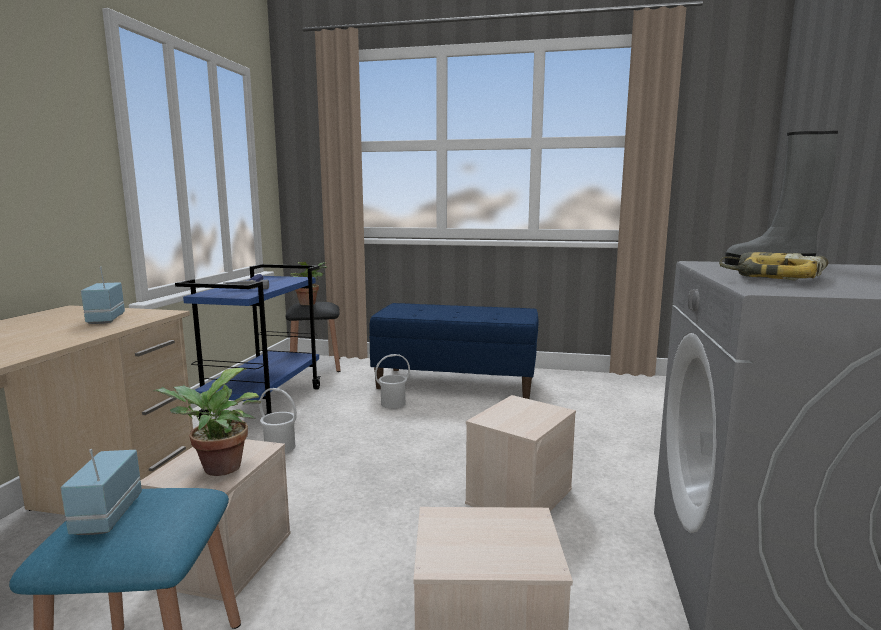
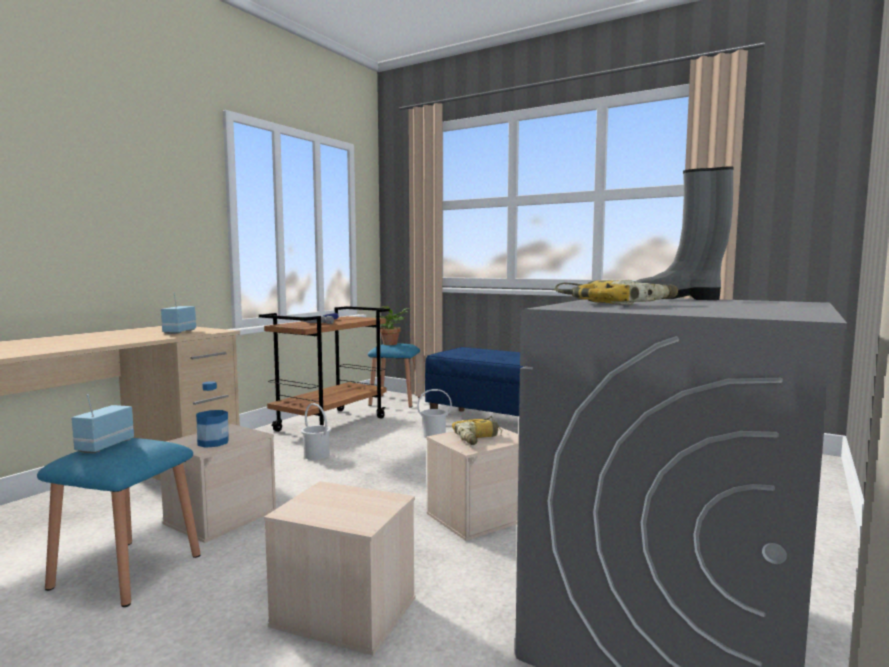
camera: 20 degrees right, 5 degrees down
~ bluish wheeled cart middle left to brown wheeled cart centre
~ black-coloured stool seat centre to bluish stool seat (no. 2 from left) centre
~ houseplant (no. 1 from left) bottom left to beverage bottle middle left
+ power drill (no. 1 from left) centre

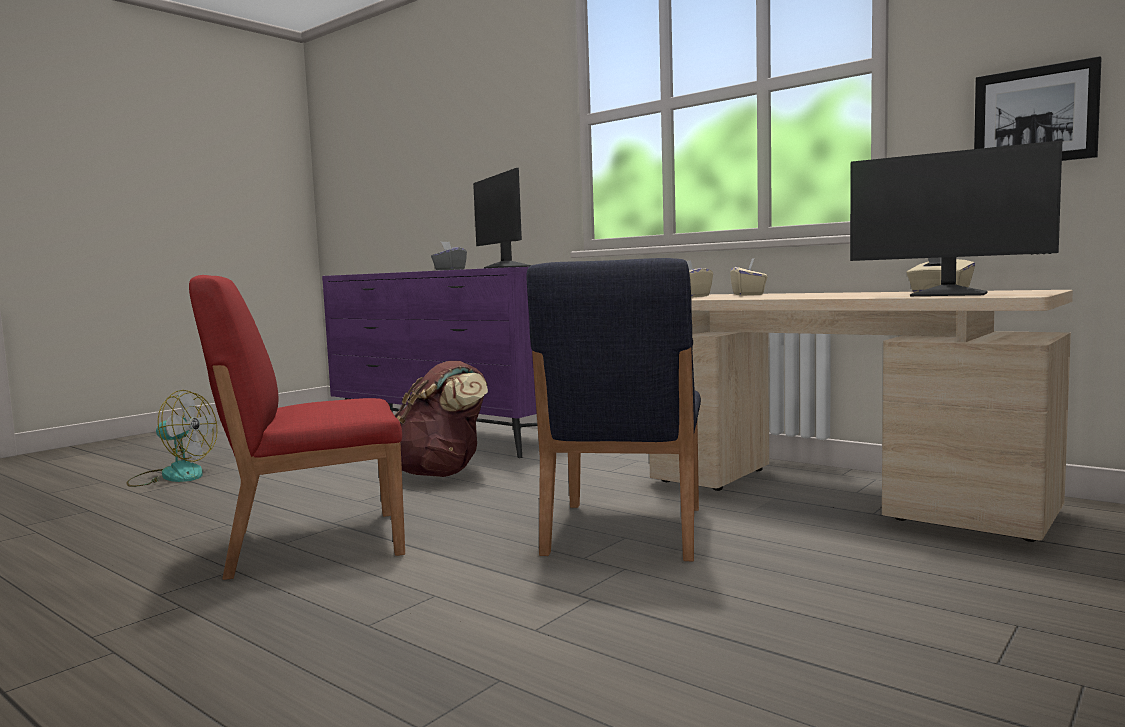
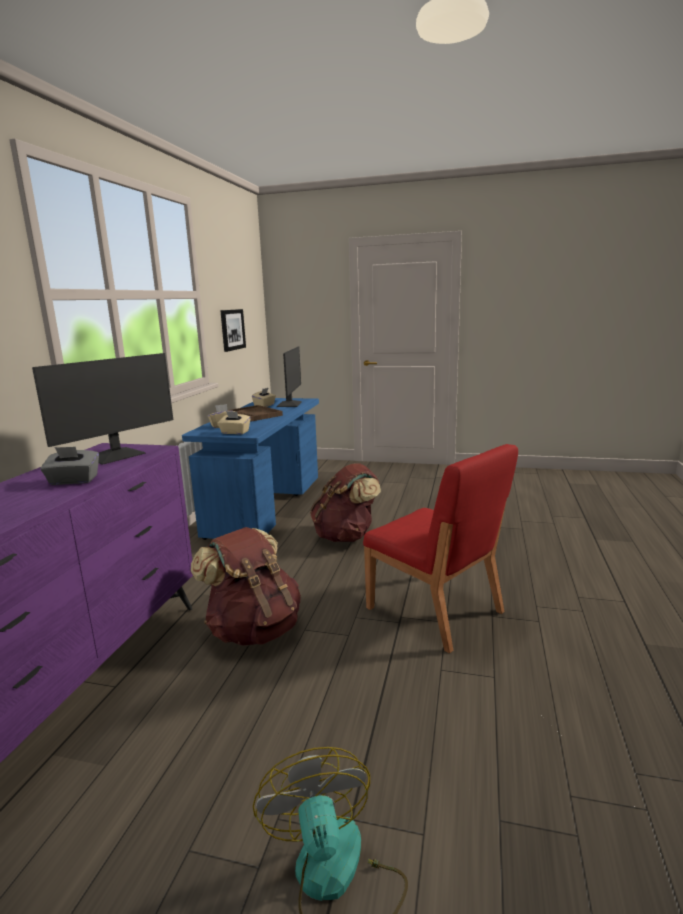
camera: 115 degrees left, 10 degrees up
~ bluish plain chair centre to brown rucksack (no. 2 from left) centre
~ sand-coloured desk table middle right to bluish desk table centre
+ brown carrying tray centre

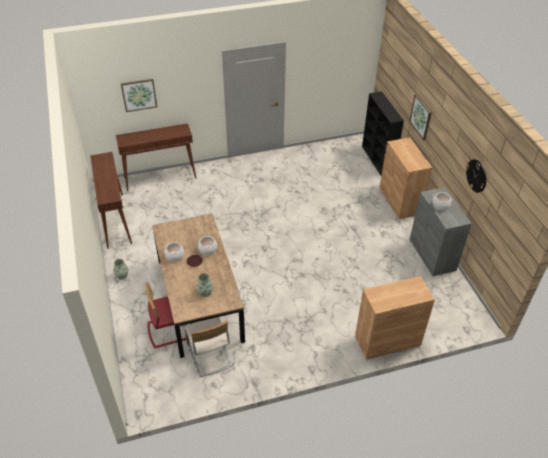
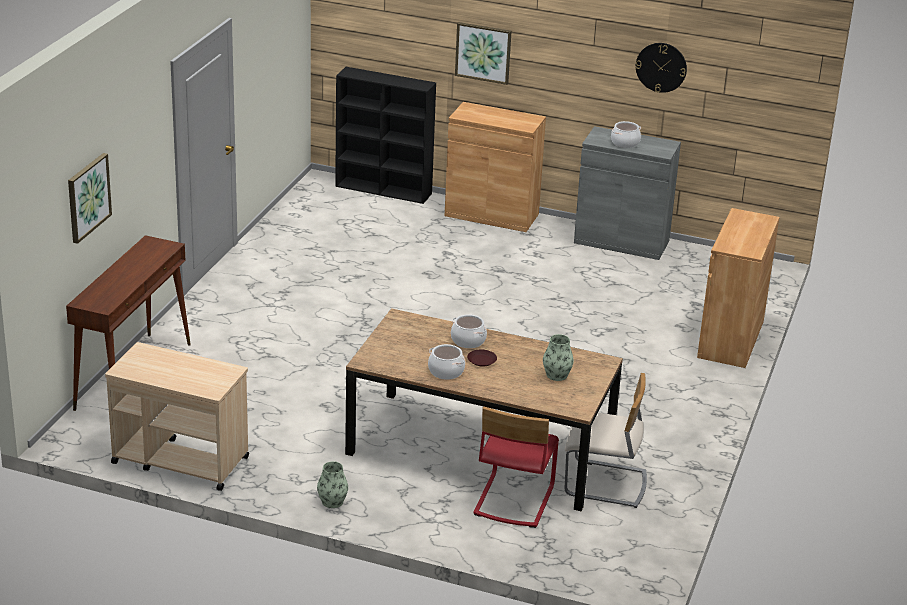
camera: 55 degrees left, 15 degrees down
~ brown hall table (no. 1 from left) middle left to sand-coloured wheeled cart bottom left

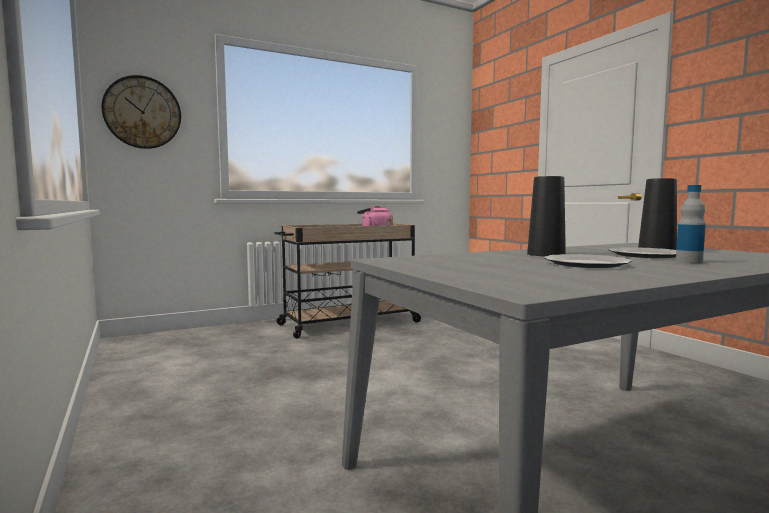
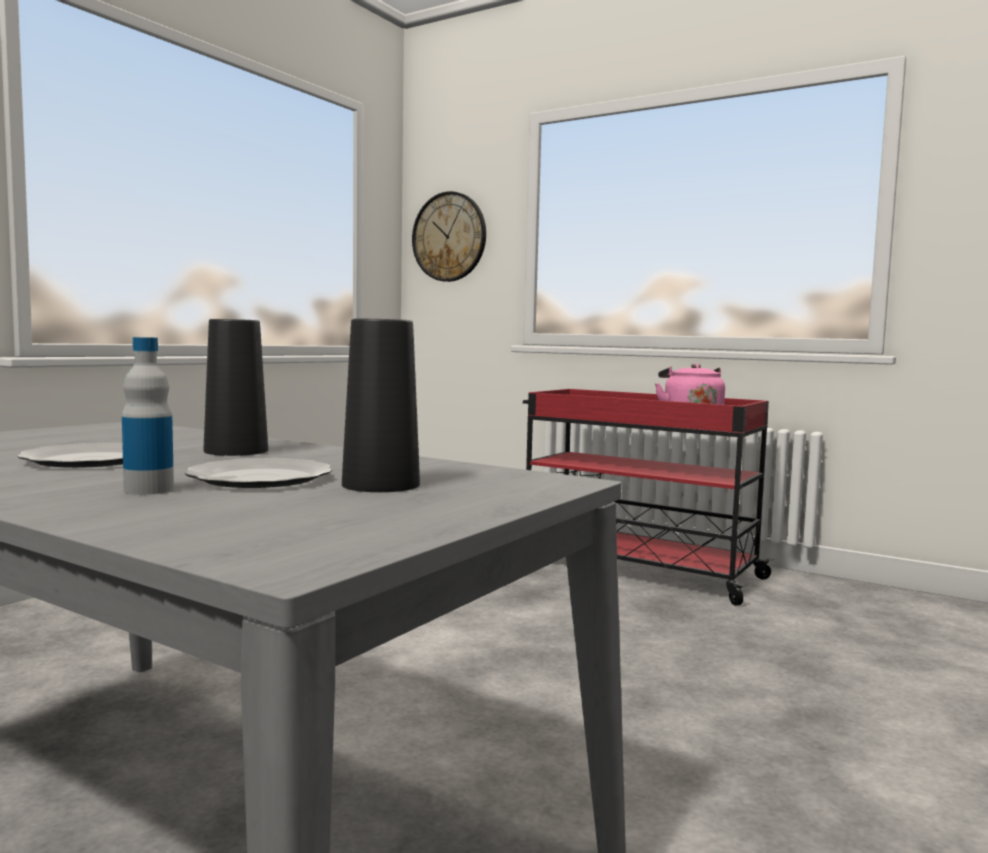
camera: 60 degrees right, 0 degrees up
~ sand-coloured wheeled cart centre to reddish wheeled cart centre

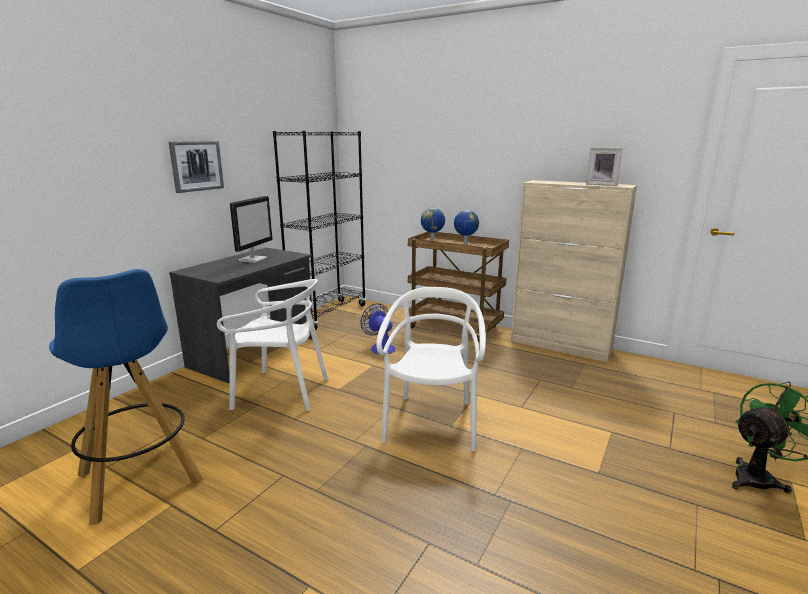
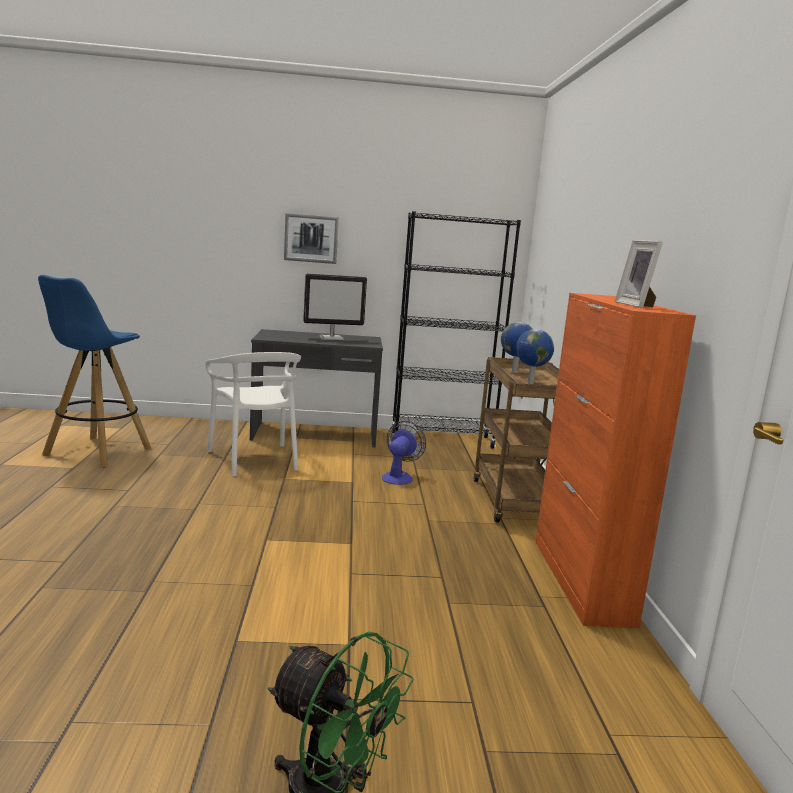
camera: 55 degrees right, 5 degrees down
~ sand-coloured cupboard middle right to orangey cupboard middle right
- white-coloured plain chair (no. 2 from left) centre

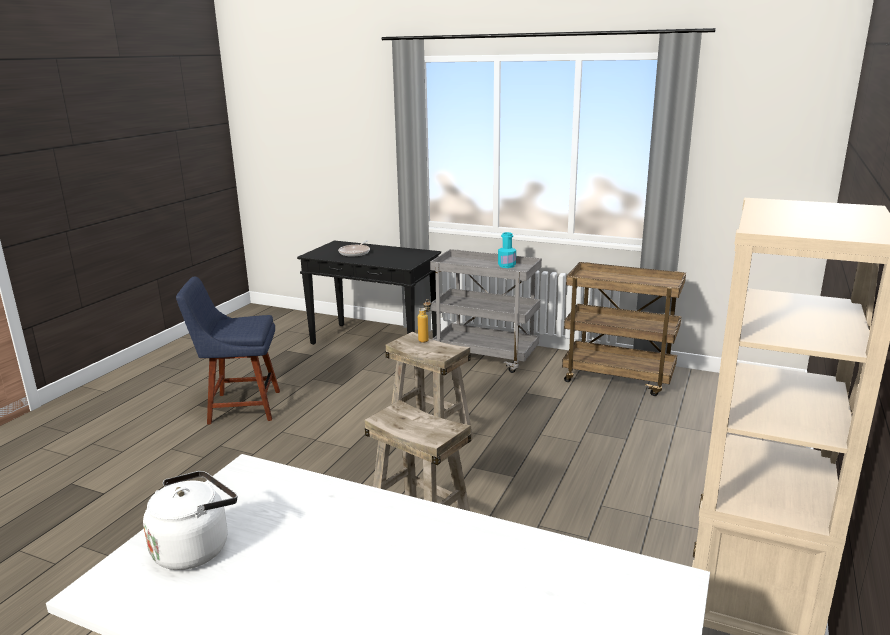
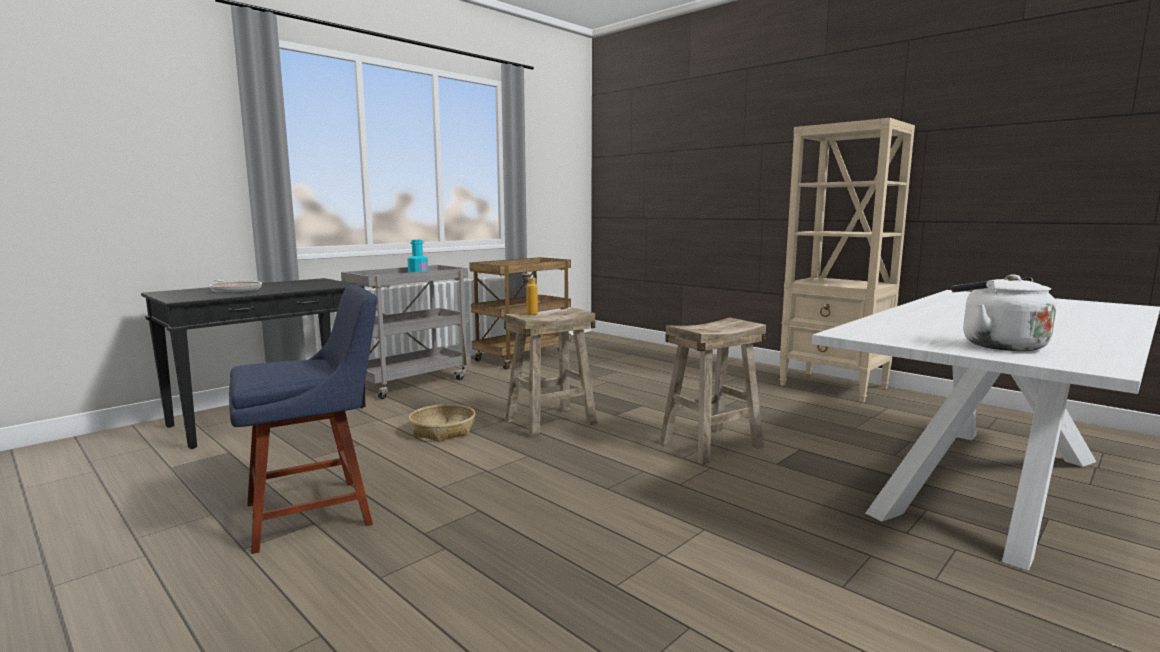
camera: 70 degrees left, 10 degrees down
~ bluish plain chair middle left = middle left 135 degrees counterclockwise
+ household basket centre

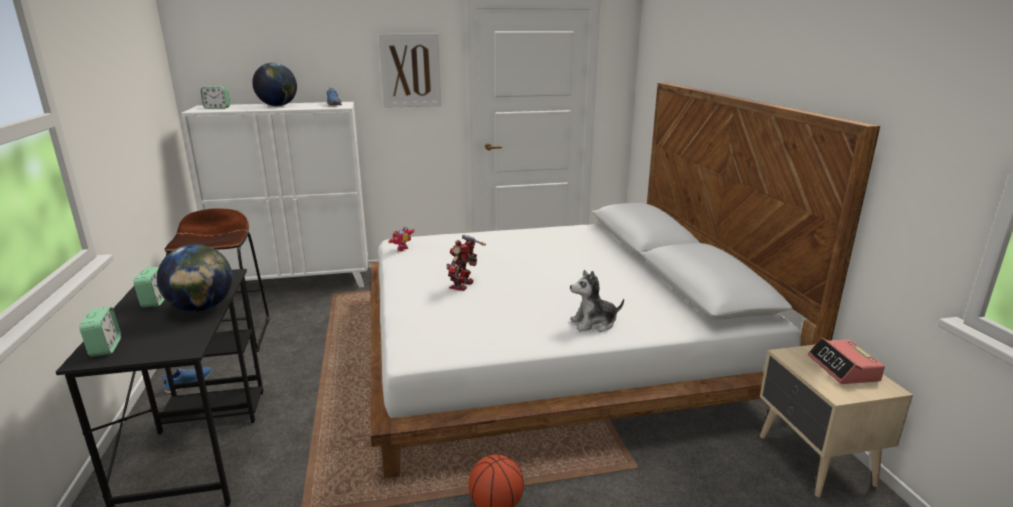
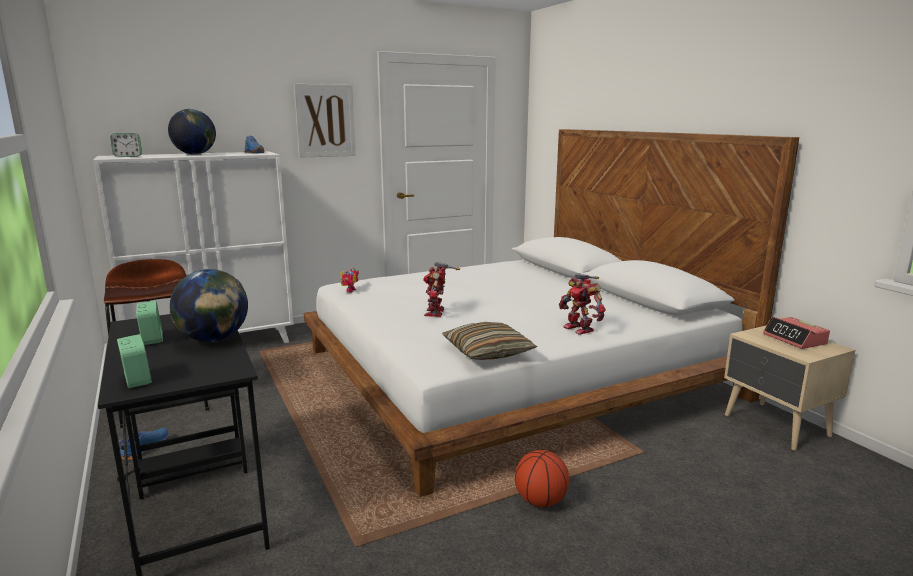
camera: 15 degrees left, 5 degrees down
~ plush toy centre to robot figure (no. 3 from left) centre
+ throw pillow centre

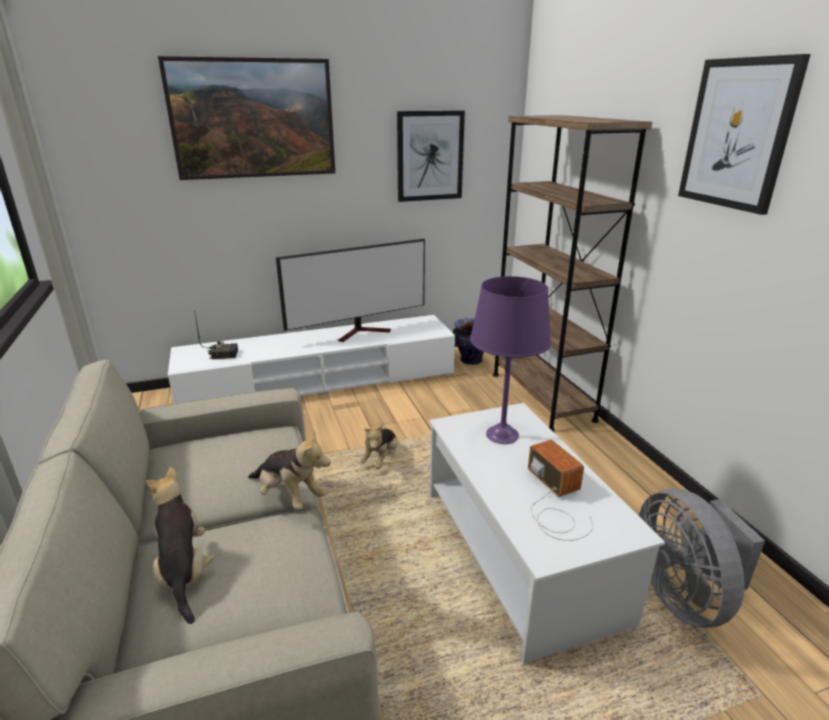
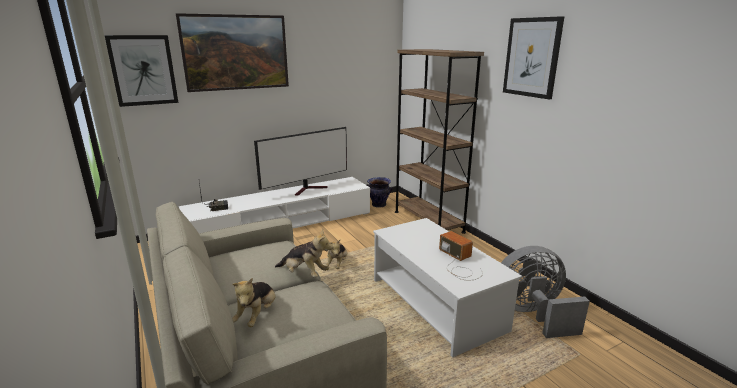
camera: 10 degrees left, 5 degrees down
~ wall art (no. 2 from left in the first image) top centre to wall art (no. 1 from left) top left
- purple tabletop lamp centre
~ plush toy (no. 1 from left) bottom left = bottom centre 135 degrees counterclockwise
~ grey cooling fan bottom right = bottom right 105 degrees clockwise

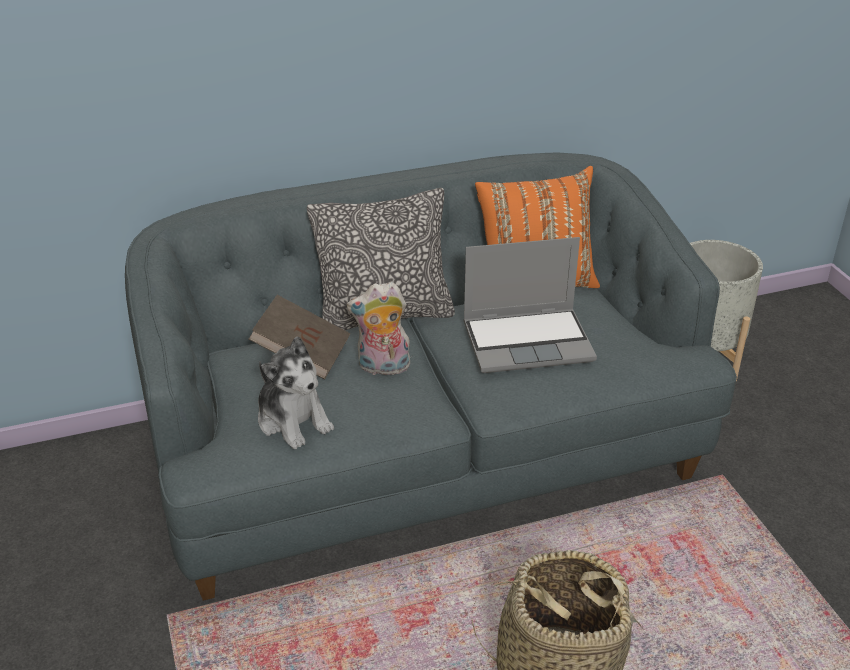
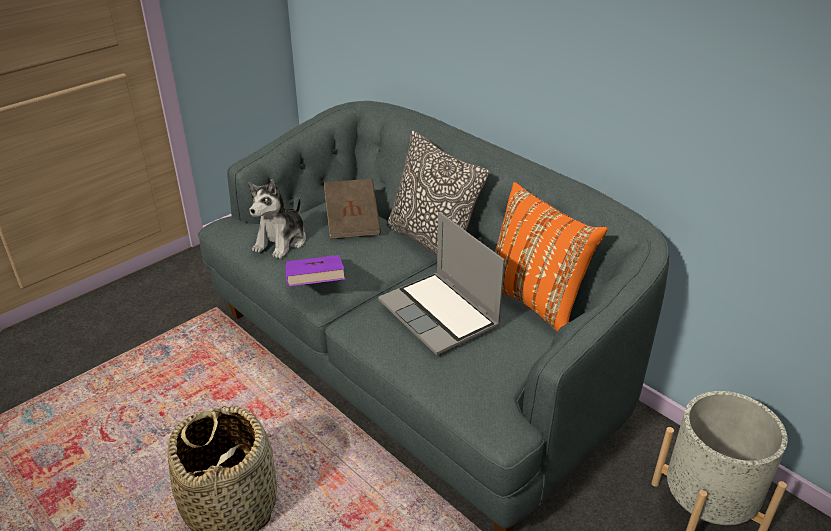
camera: 65 degrees right, 0 degrees up
- plush toy (no. 2 from left) centre
+ purple volume centre

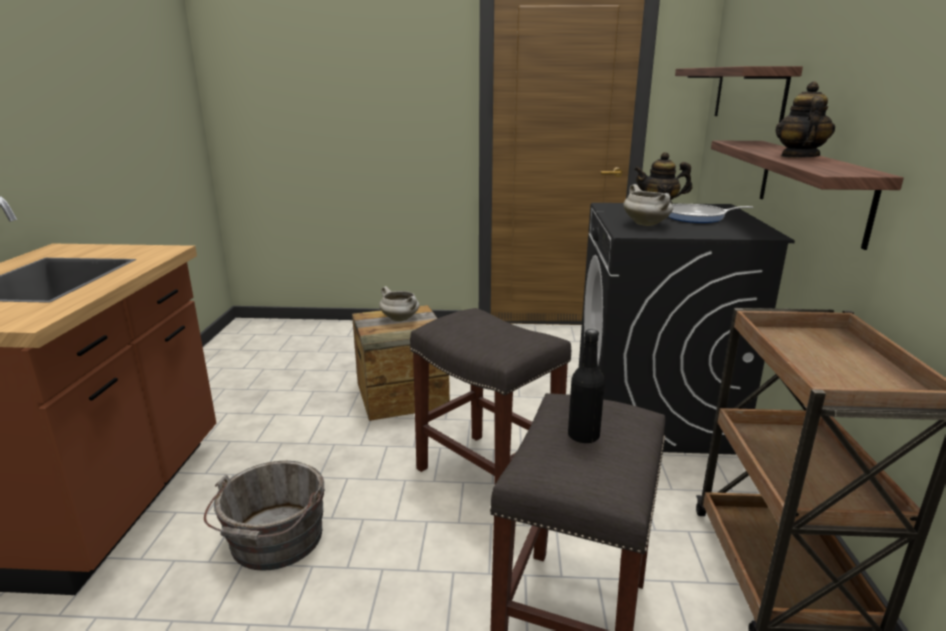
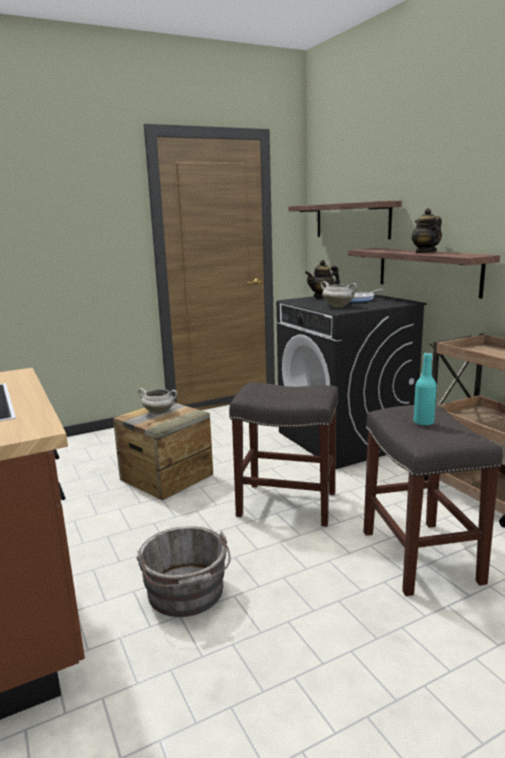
camera: 30 degrees left, 5 degrees down
~ black-coloured beverage bottle centre to blue-green beverage bottle middle right

